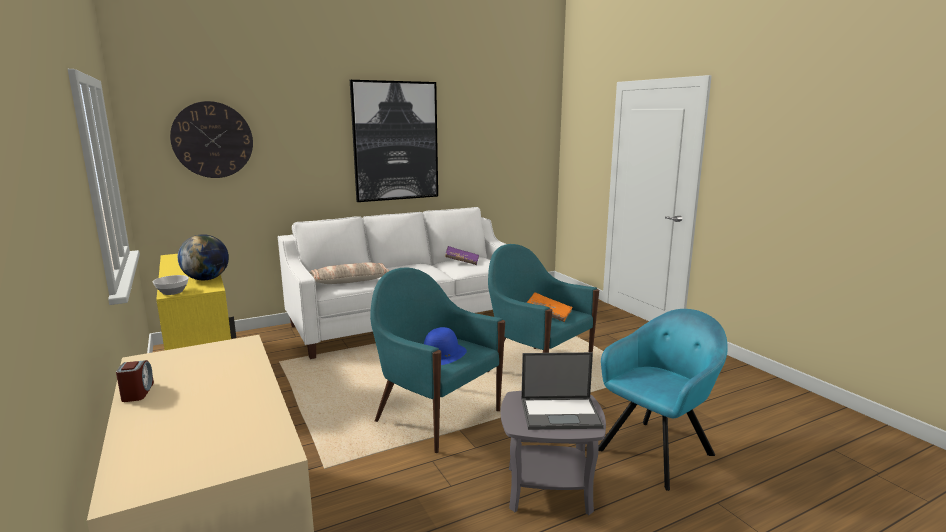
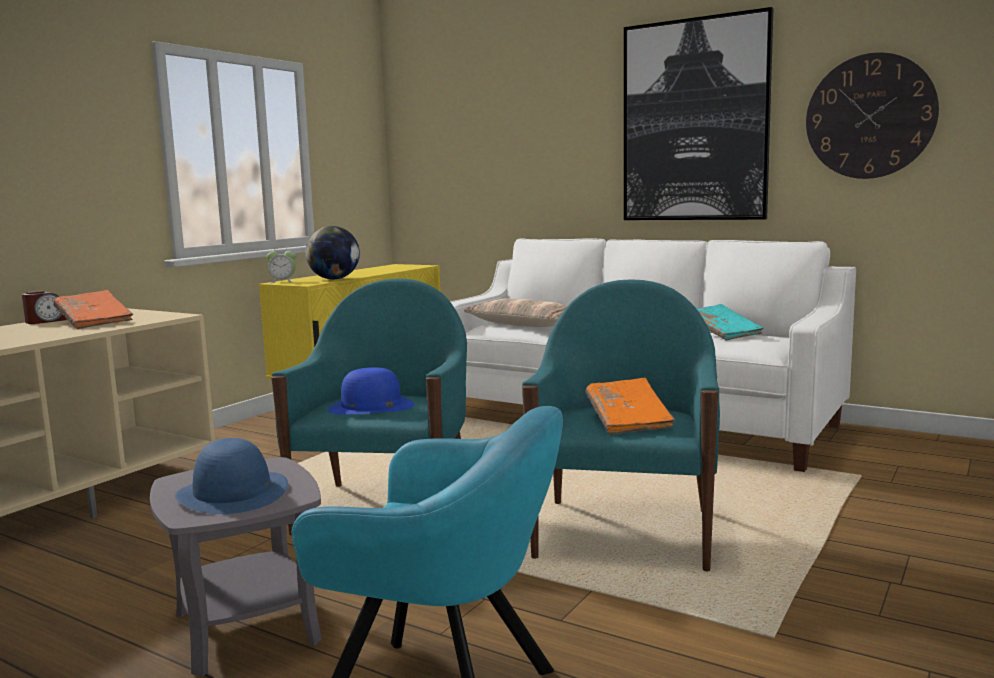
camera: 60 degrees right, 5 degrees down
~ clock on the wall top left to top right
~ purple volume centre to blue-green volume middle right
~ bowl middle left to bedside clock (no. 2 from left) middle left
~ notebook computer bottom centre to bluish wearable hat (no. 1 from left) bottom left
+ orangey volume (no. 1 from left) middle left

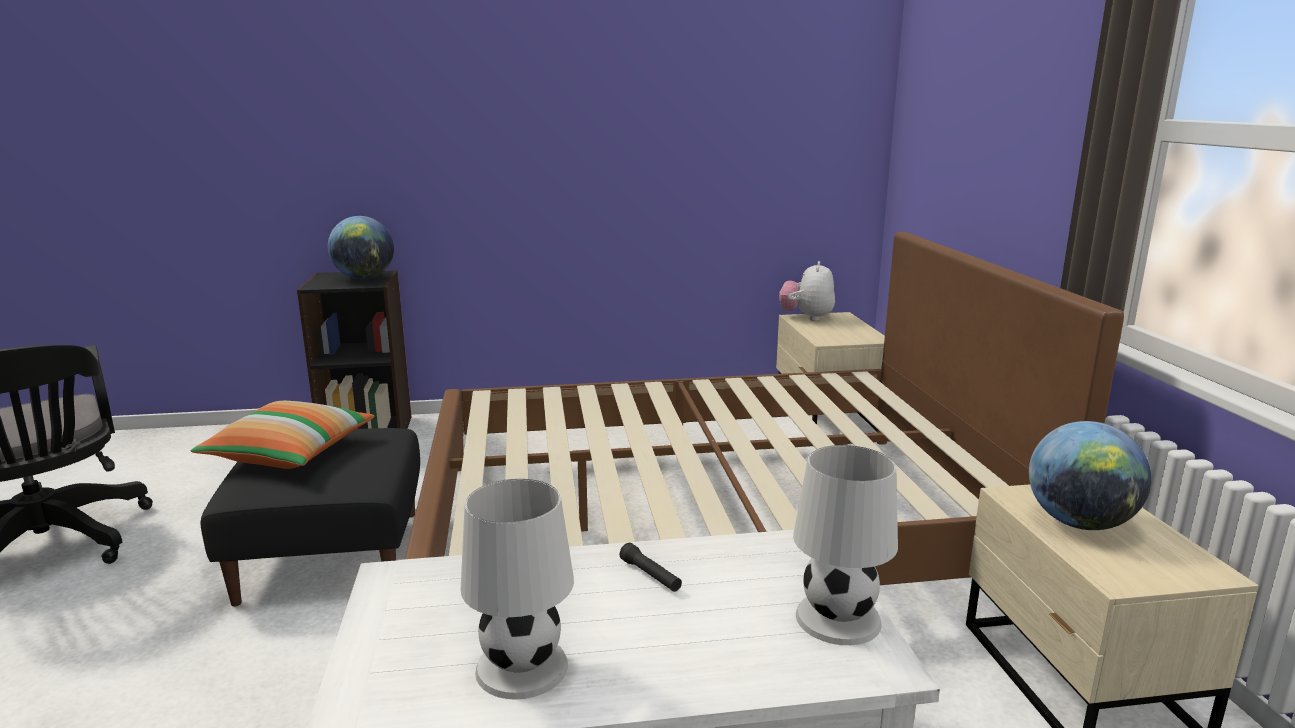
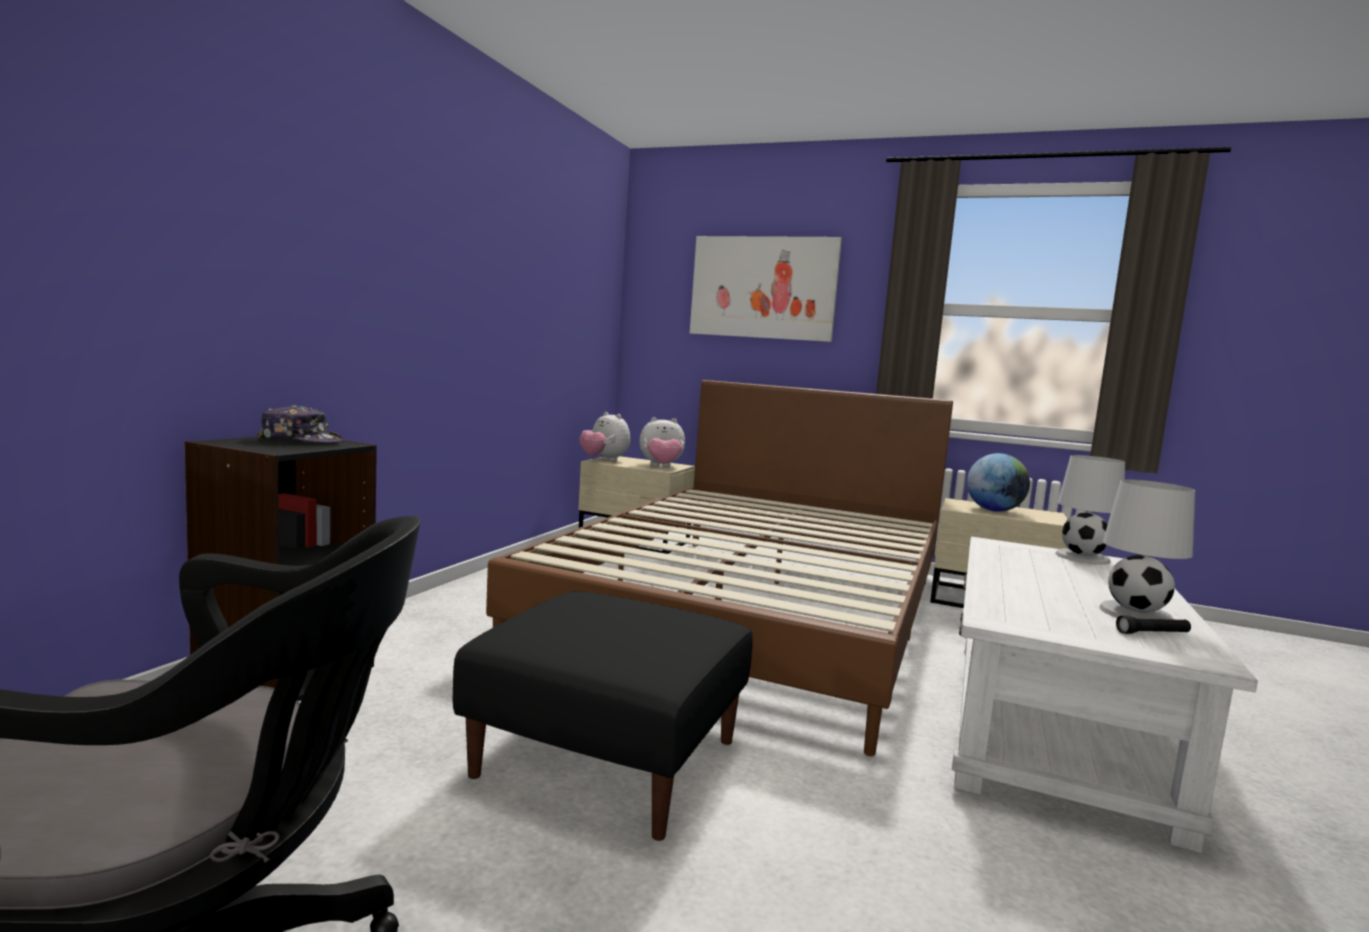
camera: 60 degrees left, 10 degrees down
~ desk globe (no. 1 from left) middle left to baseball cap middle left
- throw pillow middle left
~ black-coloured flashlight bottom centre to bottom right
+ wall art top centre
+ plush toy (no. 2 from left) centre

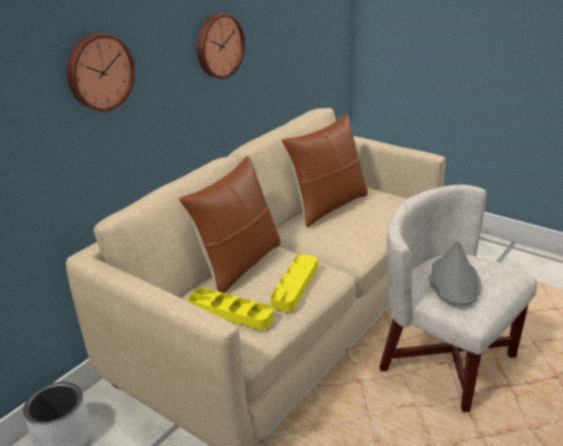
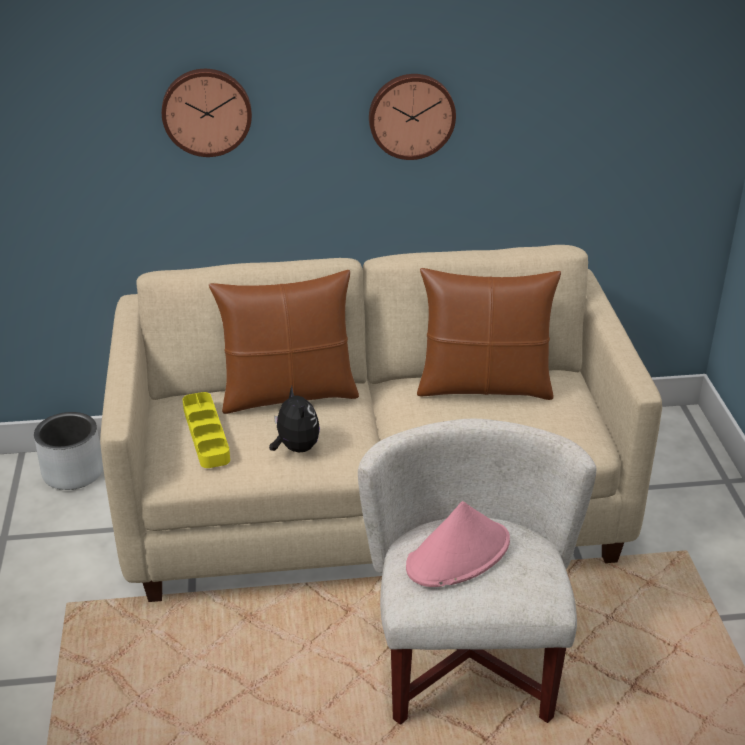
camera: 45 degrees right, 5 degrees up
~ grey wearable hat middle right to pink-coloured wearable hat bottom centre
~ yellow carrying tray (no. 2 from left) centre to plush toy centre

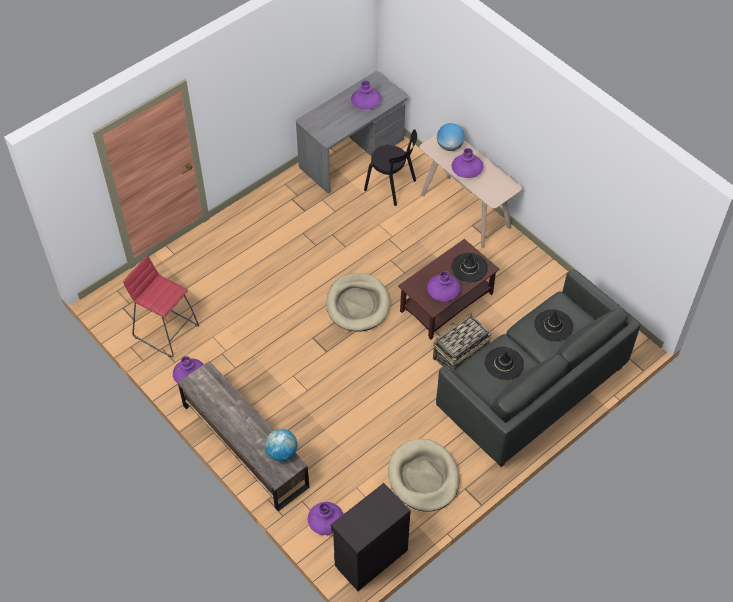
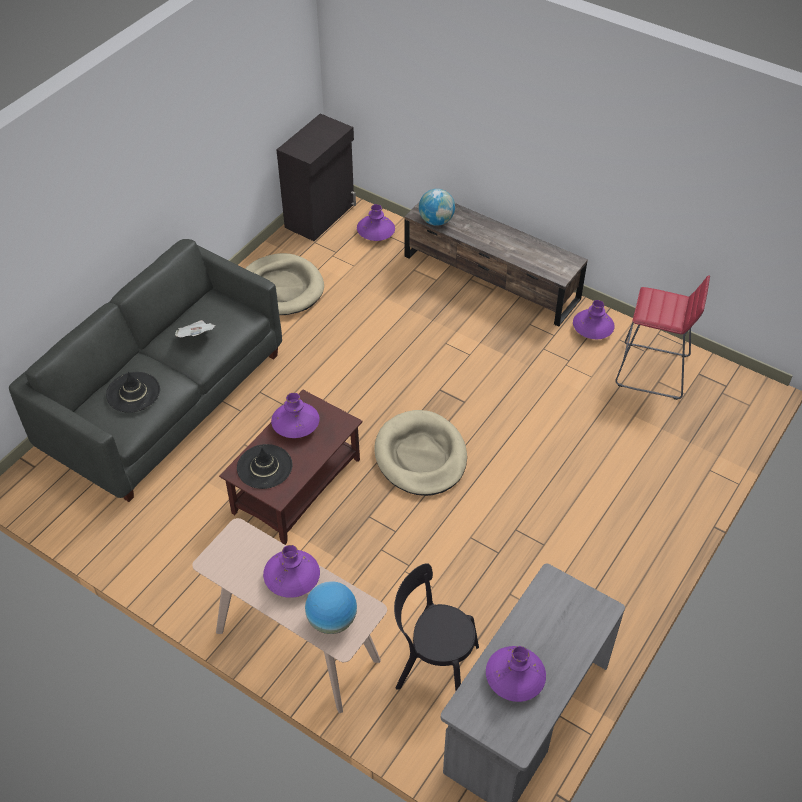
camera: 165 degrees right, 5 degrees down
- household basket centre
~ black-coloured wearable hat (no. 2 from left) middle right to daily paper middle left

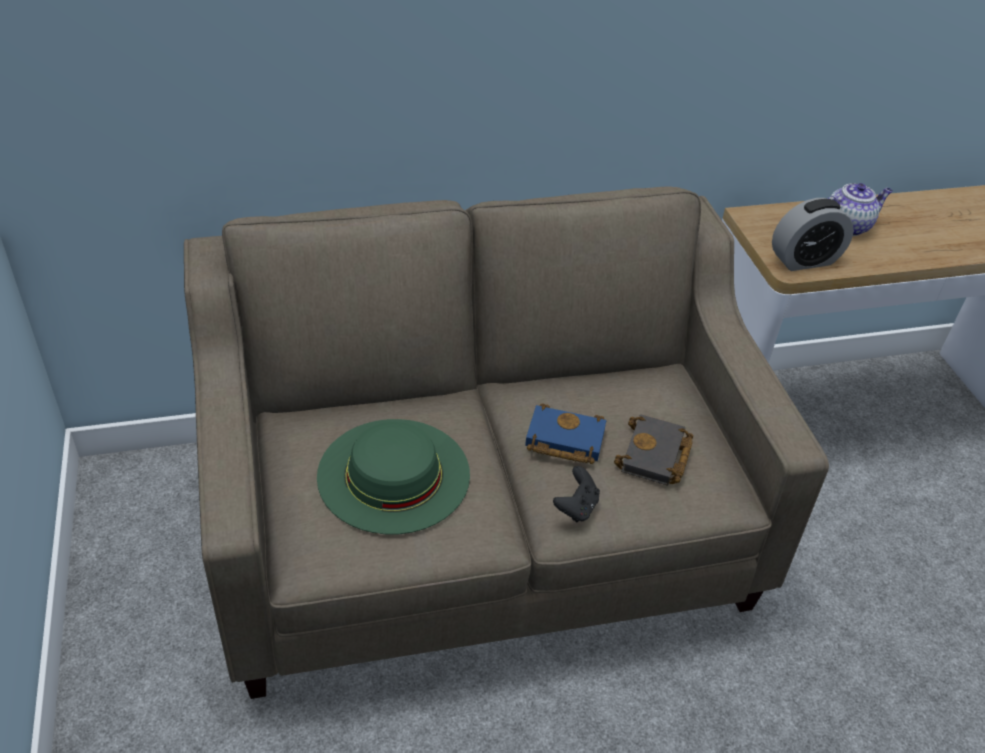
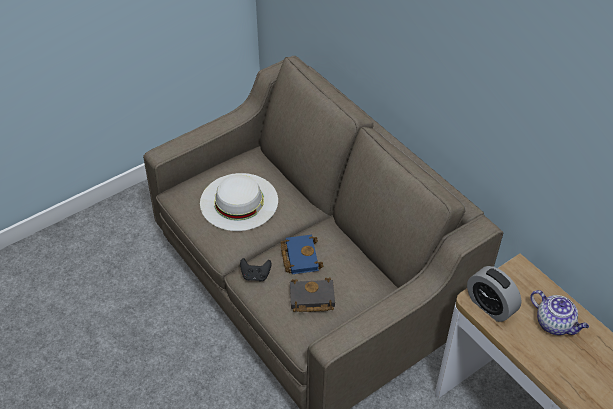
camera: 70 degrees right, 5 degrees up
~ green-coloured wearable hat centre to white-coloured wearable hat centre

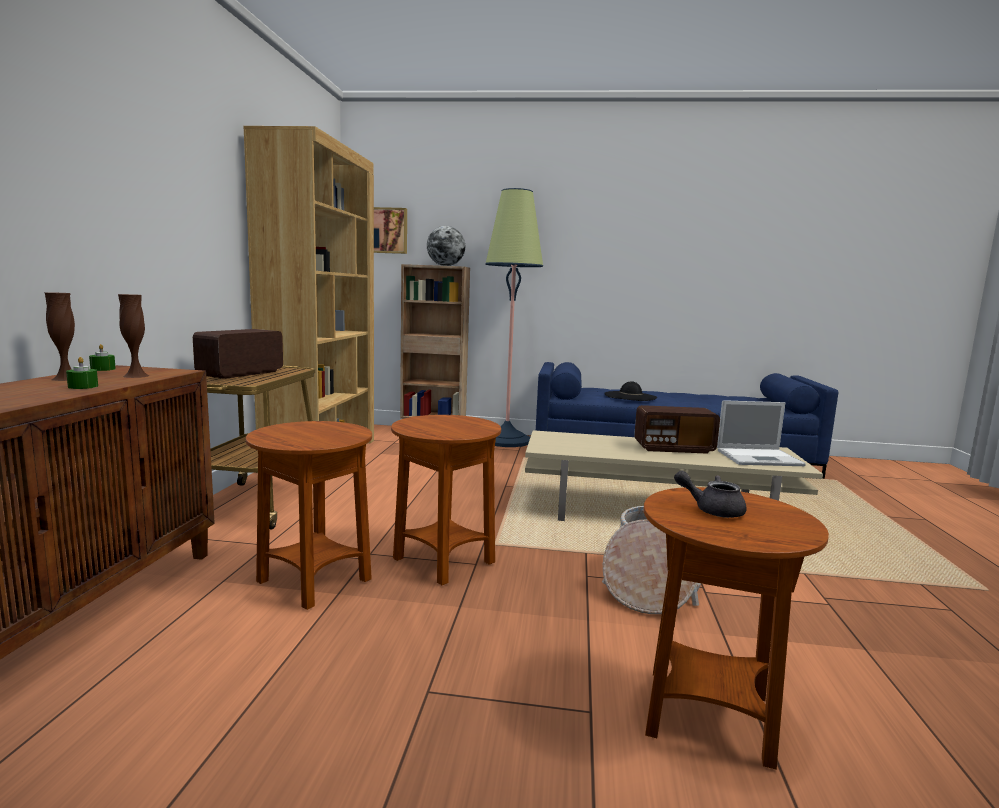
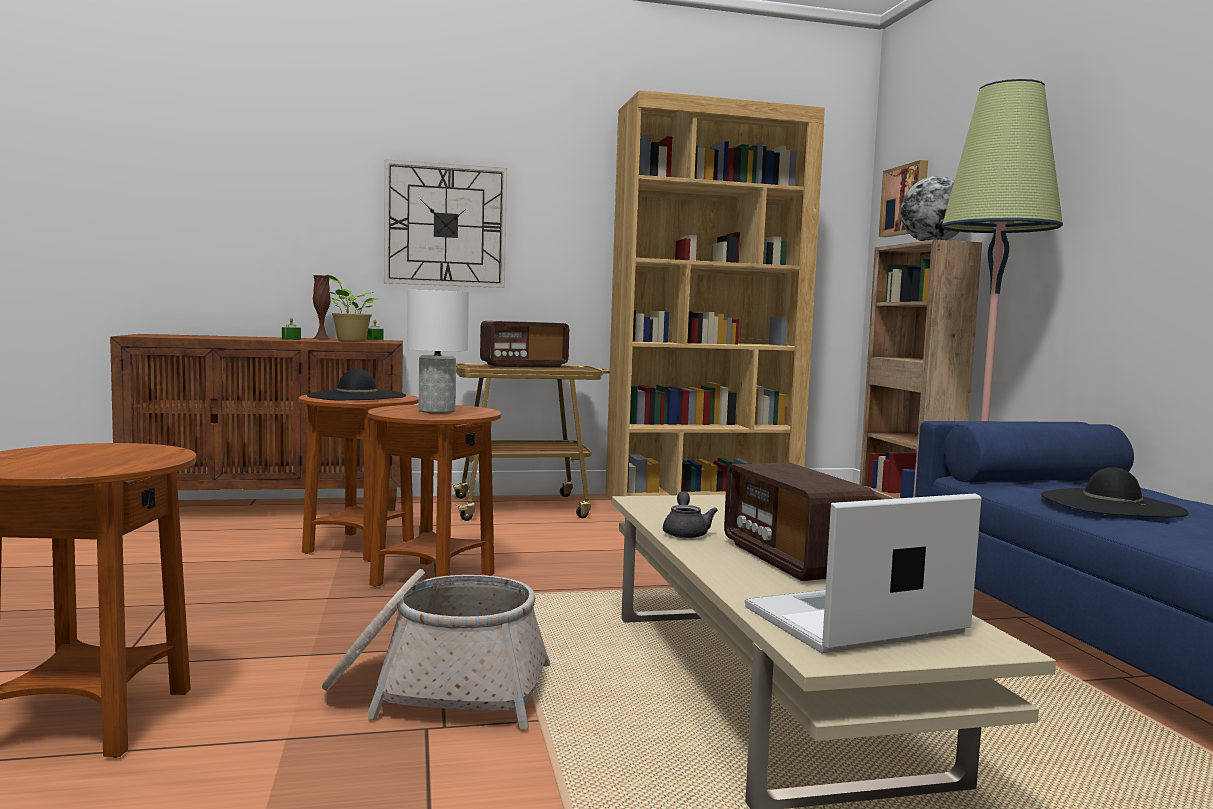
camera: 70 degrees right, 5 degrees down
~ brown vase (no. 2 from left) middle left to houseplant middle left
~ radio set (no. 1 from left) middle left = centre 150 degrees clockwise
~ notebook computer middle right = bottom right 90 degrees clockwise
~ grey tea pot middle right to centre
+ clock on the wall top centre
+ white-coloured tabletop lamp centre
+ black-coloured wearable hat (no. 1 from left) middle left

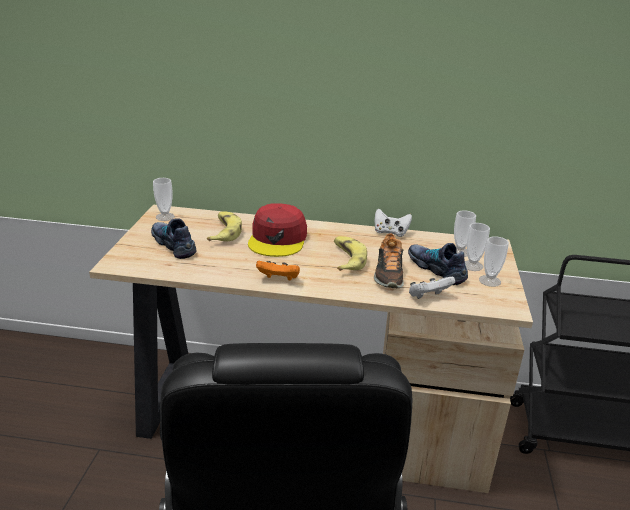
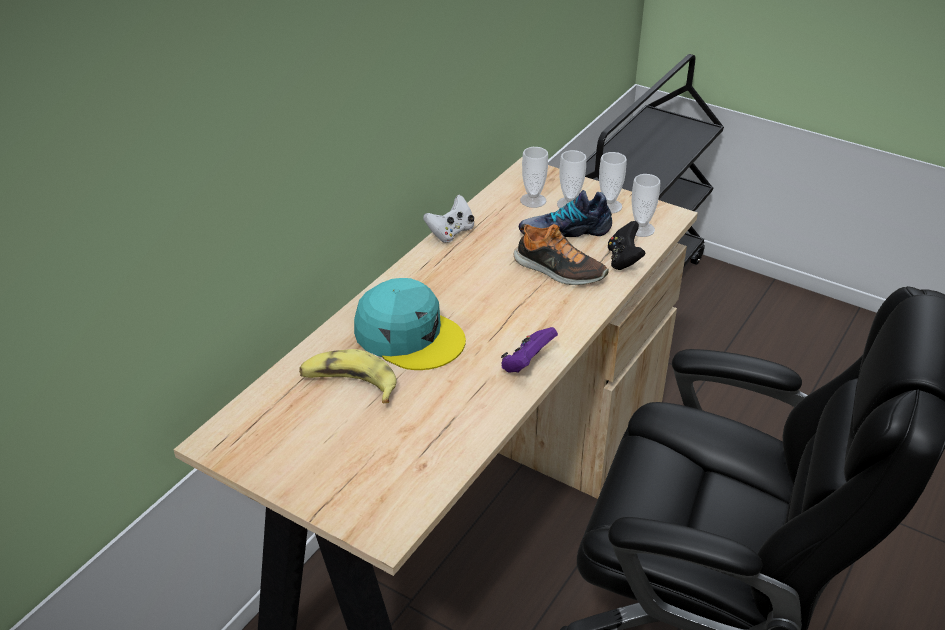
camera: 65 degrees left, 10 degrees up
~ cup (no. 1 from left in the first image) middle left to cup (no. 4 from left) top right
~ reddish baseball cap centre to blue-green baseball cap centre
- low shoe (no. 1 from left) middle left
- banana fruit (no. 2 from left) centre
~ orangey joypad centre to purple joypad centre
~ white-coloured joypad (no. 2 from left) middle right to black-coloured joypad centre

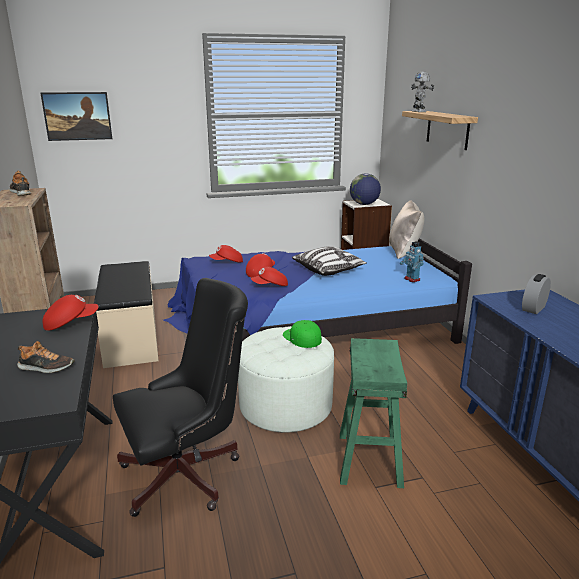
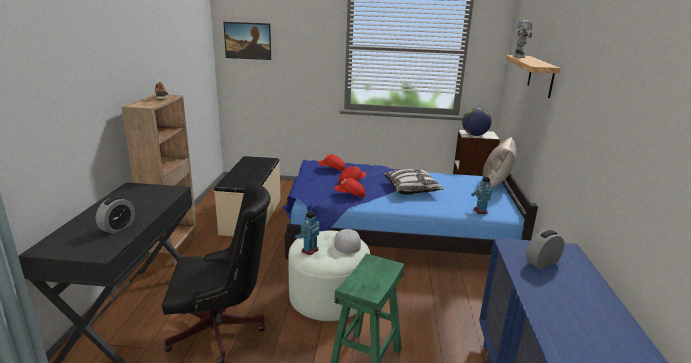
camera: 20 degrees right, 0 degrees up
- reddish baseball cap (no. 1 from left) middle left
~ green-coloured baseball cap centre to white-coloured baseball cap centre
~ low shoe (no. 2 from left) middle left to bedside clock (no. 1 from left) middle left
+ robot figure (no. 1 from left) centre

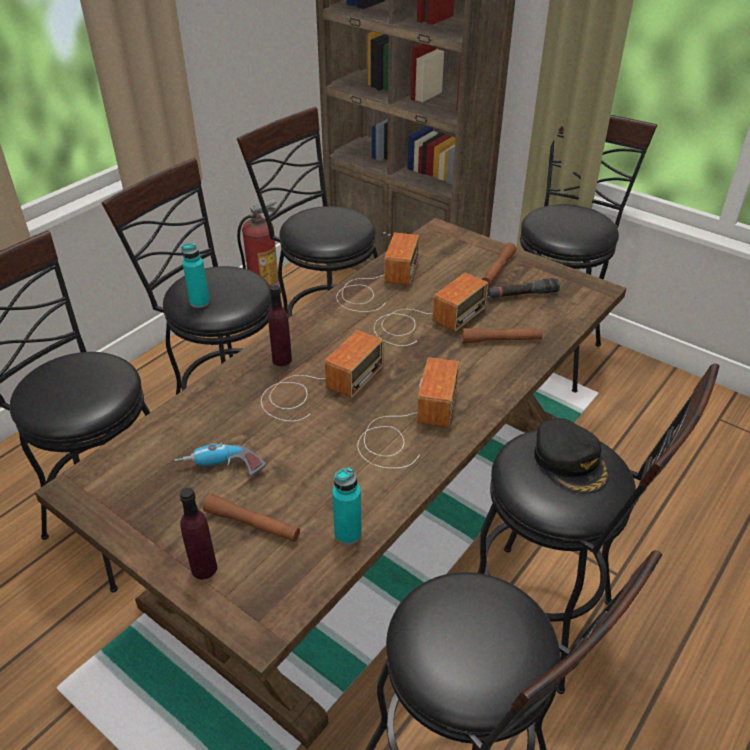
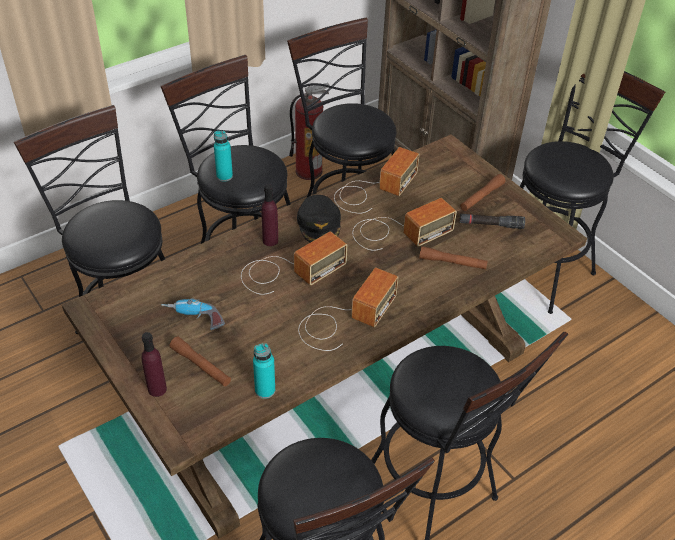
camera: 15 degrees right, 5 degrees up
~ black-coloured baseball cap middle right to centre

